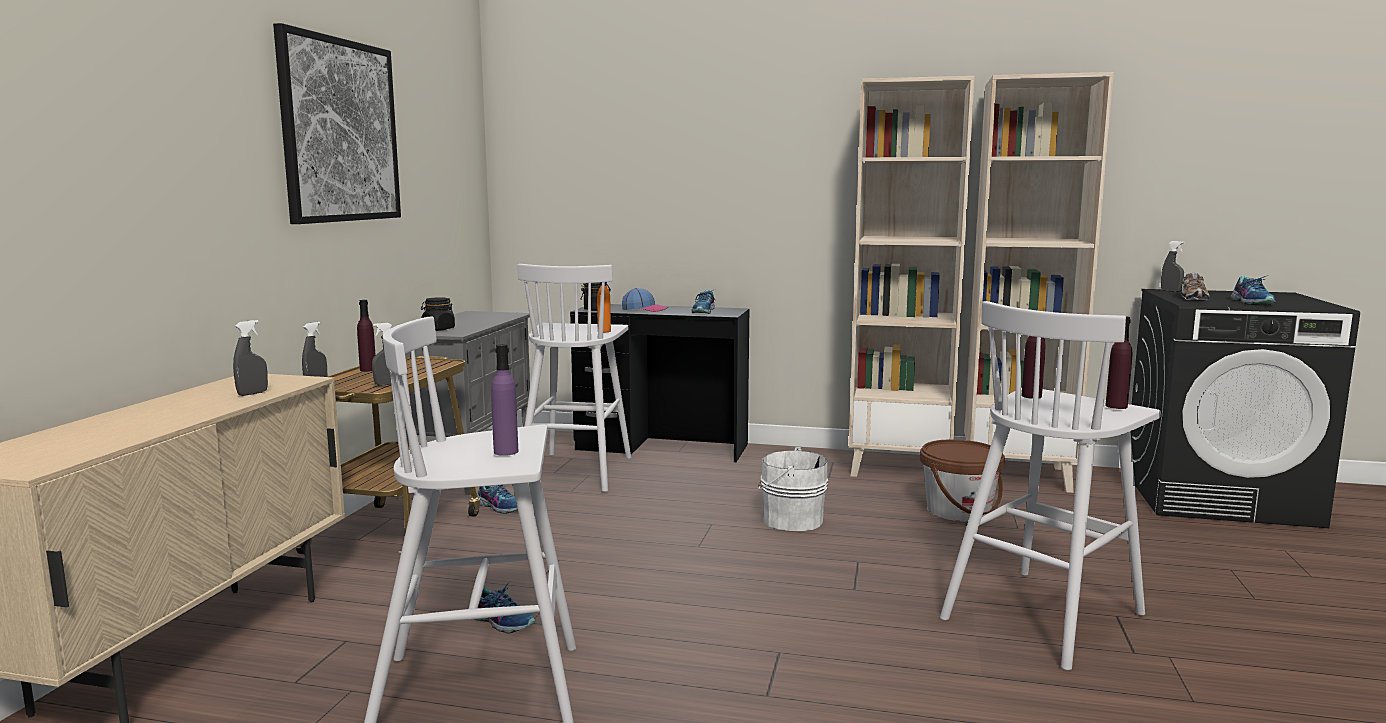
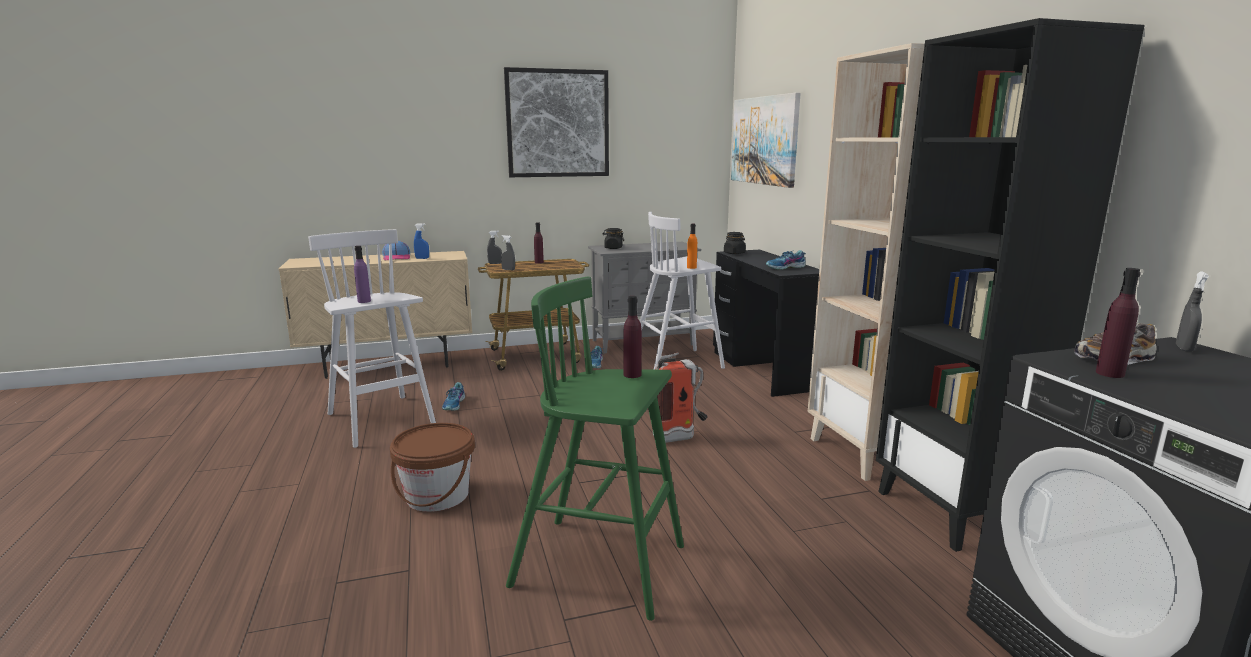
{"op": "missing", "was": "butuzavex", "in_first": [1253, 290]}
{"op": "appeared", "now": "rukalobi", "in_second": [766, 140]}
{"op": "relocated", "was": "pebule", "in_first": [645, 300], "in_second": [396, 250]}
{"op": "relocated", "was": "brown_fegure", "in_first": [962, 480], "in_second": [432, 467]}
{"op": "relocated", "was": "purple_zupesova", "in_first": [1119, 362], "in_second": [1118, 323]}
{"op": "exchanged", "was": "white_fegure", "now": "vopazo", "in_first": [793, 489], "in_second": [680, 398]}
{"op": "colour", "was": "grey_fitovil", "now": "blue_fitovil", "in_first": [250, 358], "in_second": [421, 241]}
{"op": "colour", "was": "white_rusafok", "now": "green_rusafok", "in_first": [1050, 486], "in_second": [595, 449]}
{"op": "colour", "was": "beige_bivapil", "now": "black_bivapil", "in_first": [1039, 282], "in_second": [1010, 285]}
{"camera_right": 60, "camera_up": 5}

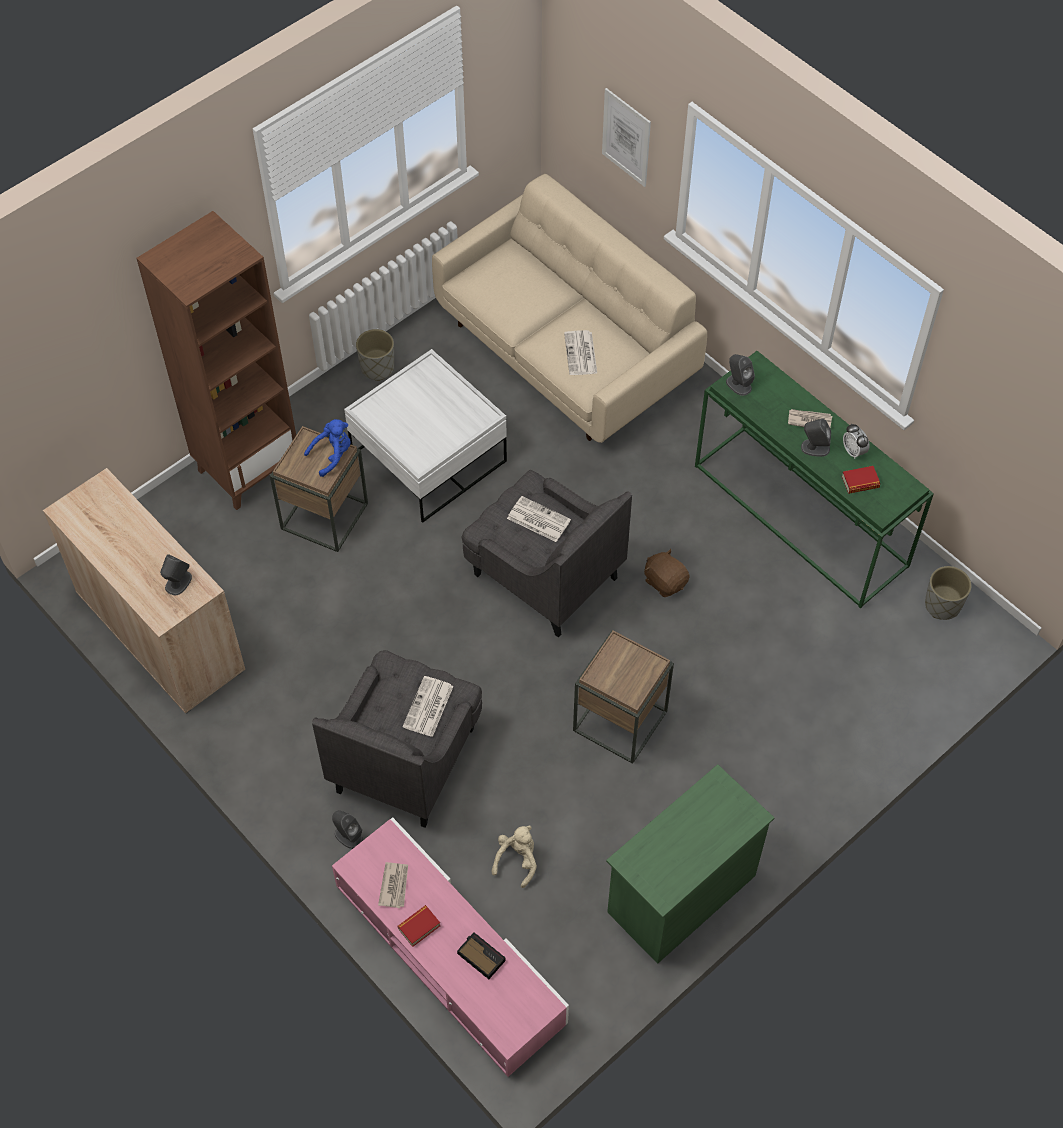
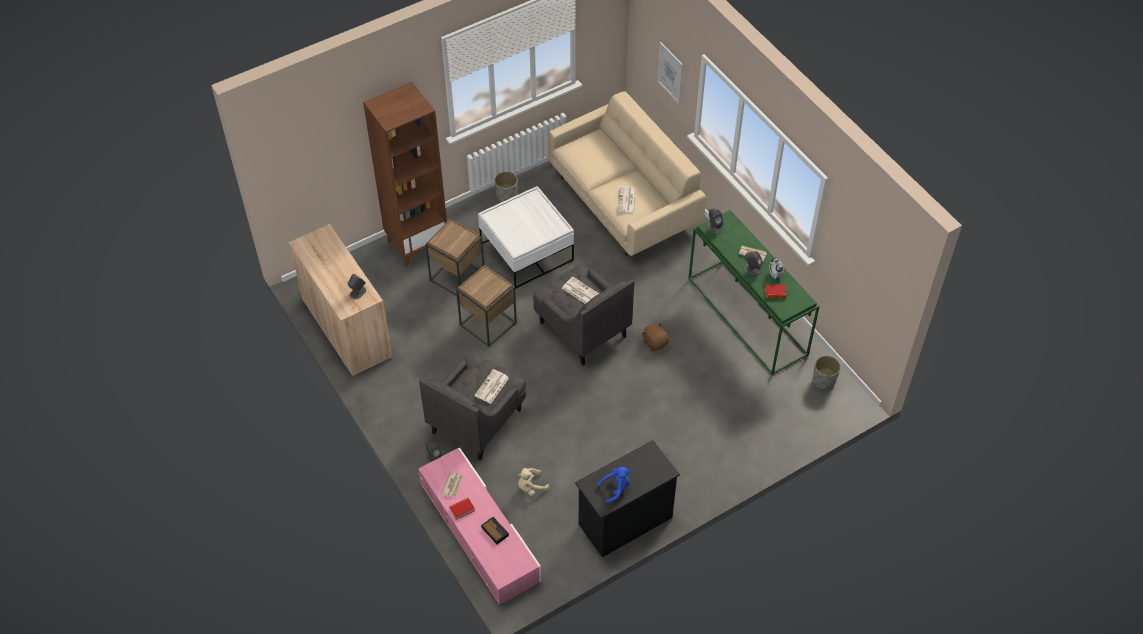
{"op": "relocated", "was": "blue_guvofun", "in_first": [327, 448], "in_second": [614, 485]}
{"op": "relocated", "was": "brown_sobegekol", "in_first": [623, 697], "in_second": [486, 306]}
{"op": "colour", "was": "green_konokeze", "now": "black_konokeze", "in_first": [690, 864], "in_second": [627, 498]}
{"op": "spun", "was": "beige_guvofun", "in_first": [514, 856], "in_second": [533, 482], "clockwise": -150}
{"camera_right": 10, "camera_up": -5}

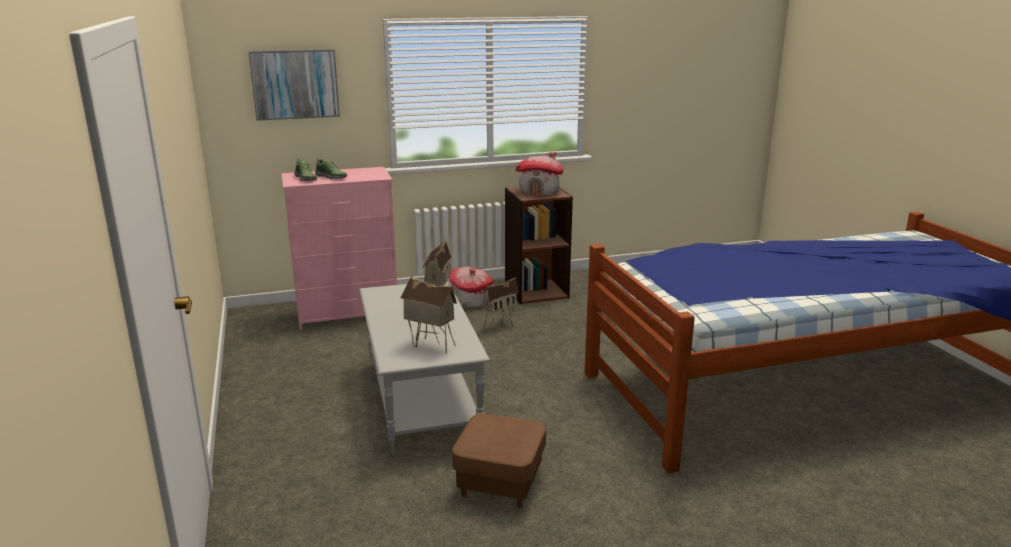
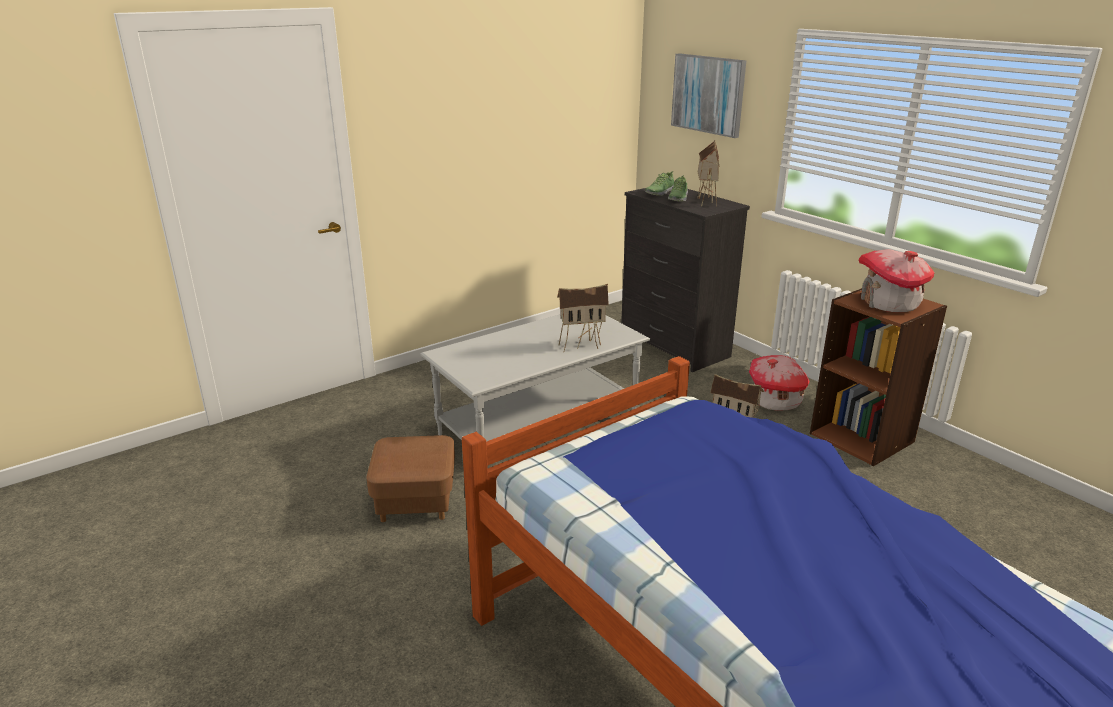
{"op": "relocated", "was": "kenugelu", "in_first": [428, 315], "in_second": [708, 173]}
{"op": "colour", "was": "pink_konokeze", "now": "black_konokeze", "in_first": [339, 248], "in_second": [685, 280]}
{"camera_right": 70, "camera_up": 5}

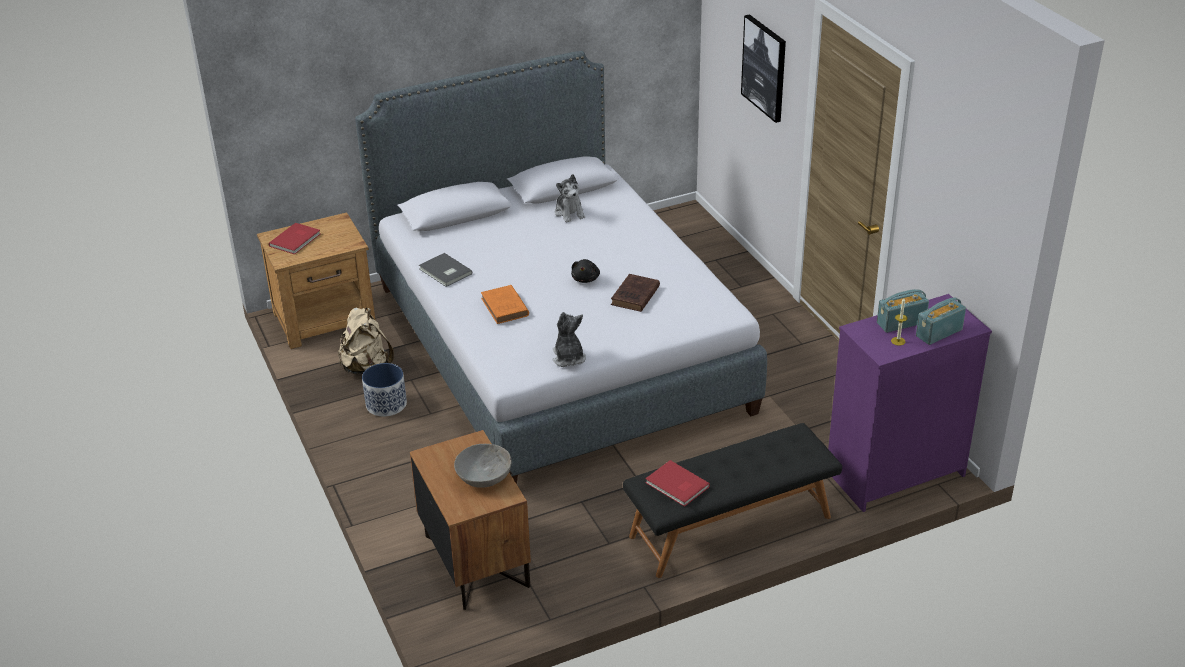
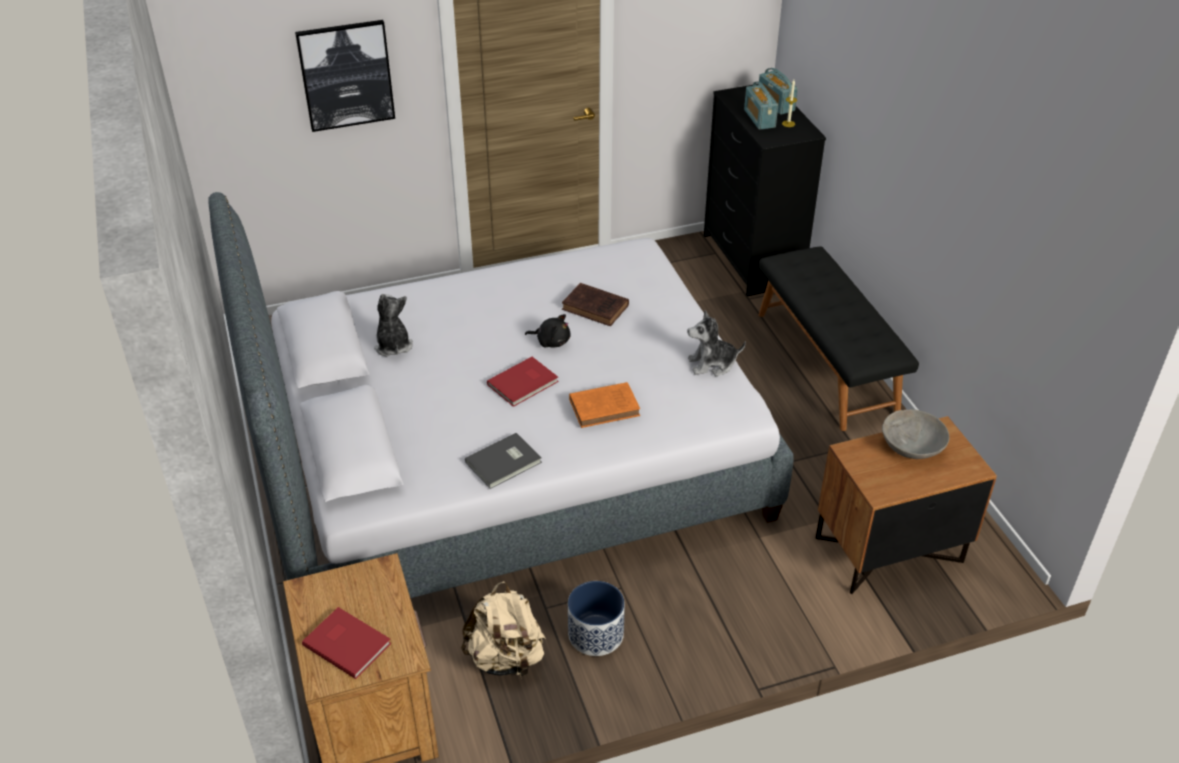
{"op": "relocated", "was": "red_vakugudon", "in_first": [677, 483], "in_second": [523, 382]}
{"op": "colour", "was": "purple_konokeze", "now": "black_konokeze", "in_first": [910, 403], "in_second": [765, 190]}
{"op": "spun", "was": "guvofun", "in_first": [570, 198], "in_second": [393, 325], "clockwise": -90}
{"camera_right": -85, "camera_up": 5}

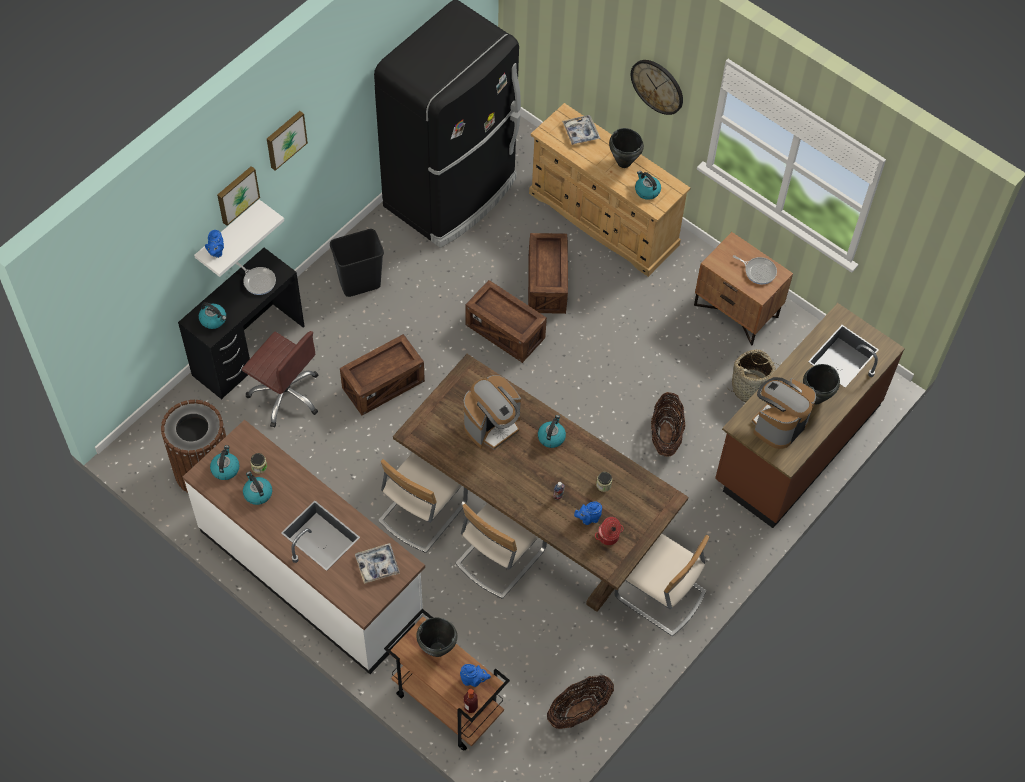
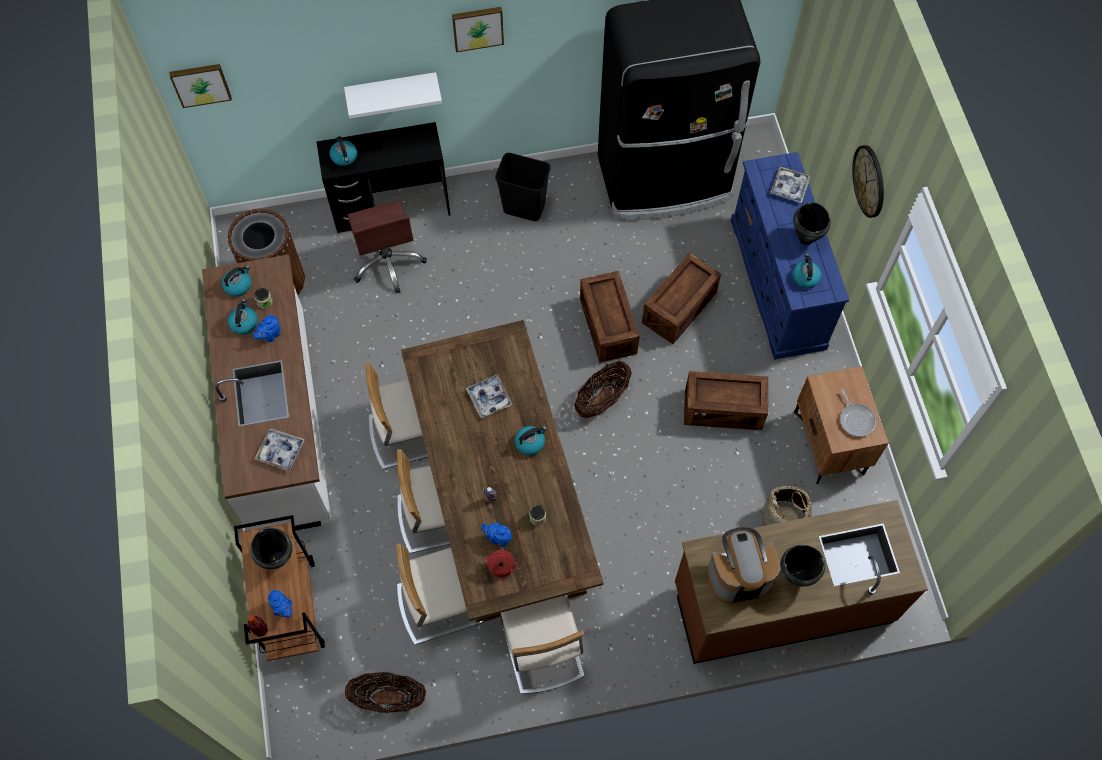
{"op": "missing", "was": "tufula", "in_first": [255, 278]}
{"op": "appeared", "now": "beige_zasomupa", "in_second": [441, 594]}
{"op": "relocated", "was": "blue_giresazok", "in_first": [214, 244], "in_second": [266, 328]}
{"op": "relocated", "was": "rukalobi", "in_first": [238, 196], "in_second": [200, 86]}
{"op": "relocated", "was": "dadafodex", "in_first": [382, 374], "in_second": [726, 400]}
{"op": "relocated", "was": "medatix", "in_first": [668, 424], "in_second": [603, 389]}
{"op": "exchanged", "was": "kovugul", "now": "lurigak", "in_first": [492, 412], "in_second": [489, 396]}
{"op": "colour", "was": "beige_konokeze", "now": "blue_konokeze", "in_first": [609, 190], "in_second": [790, 256]}
{"camera_right": 40, "camera_up": 5}

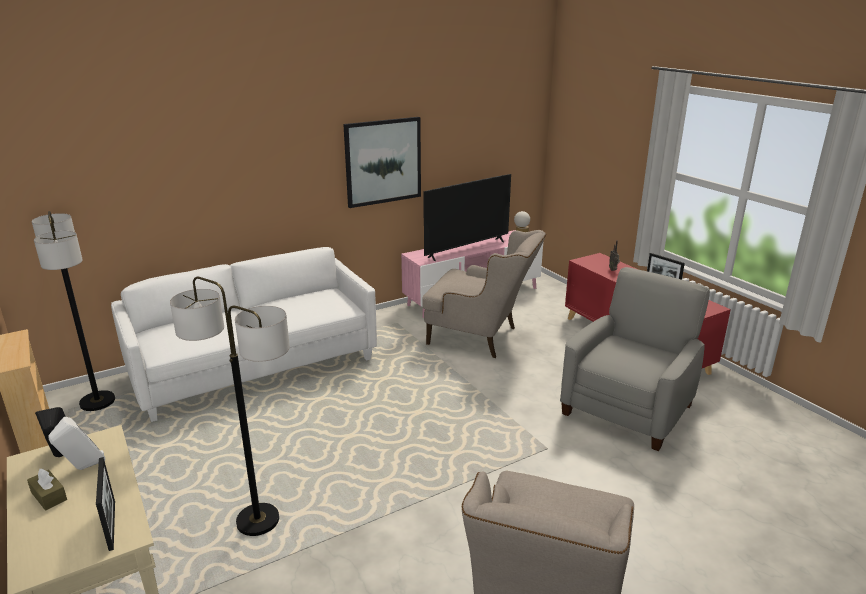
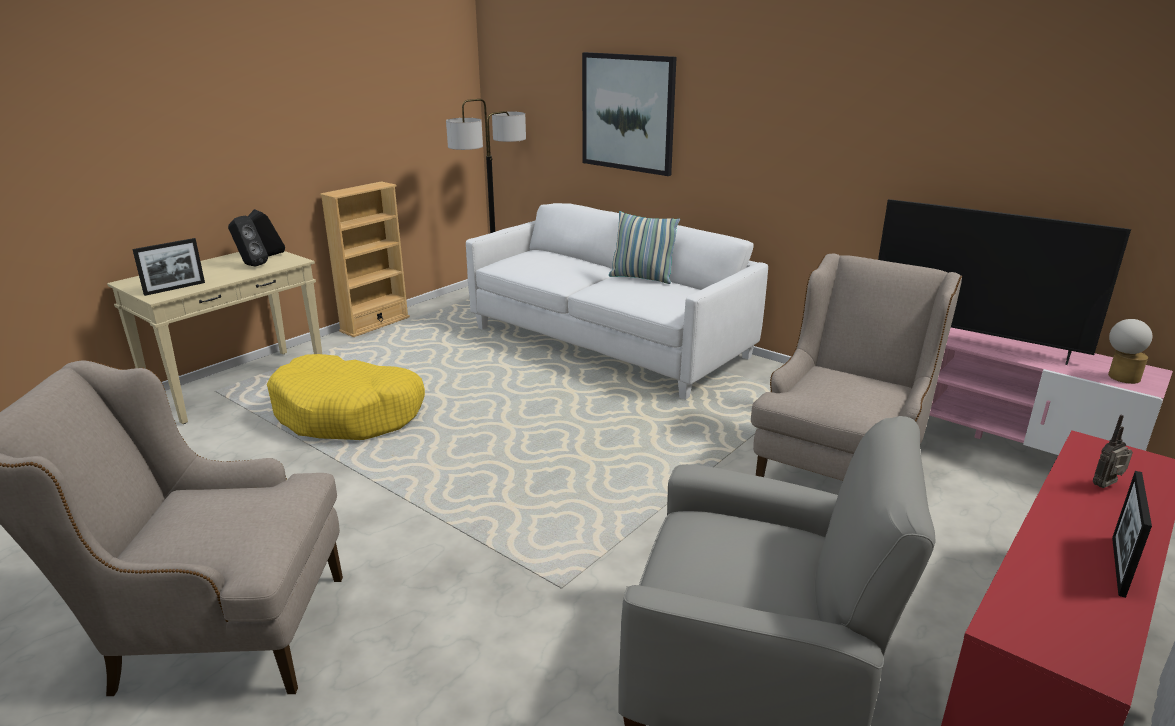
{"op": "missing", "was": "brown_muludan", "in_first": [47, 490]}
{"op": "appeared", "now": "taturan", "in_second": [644, 247]}
{"op": "relocated", "was": "rukalobi", "in_first": [382, 162], "in_second": [629, 114]}
{"op": "exchanged", "was": "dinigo", "now": "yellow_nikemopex", "in_first": [230, 406], "in_second": [346, 397]}
{"op": "colour", "was": "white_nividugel", "now": "black_nividugel", "in_first": [76, 443], "in_second": [248, 241]}
{"op": "spun", "was": "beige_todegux", "in_first": [484, 294], "in_second": [856, 367], "clockwise": -150}
{"camera_right": 70, "camera_up": 0}

